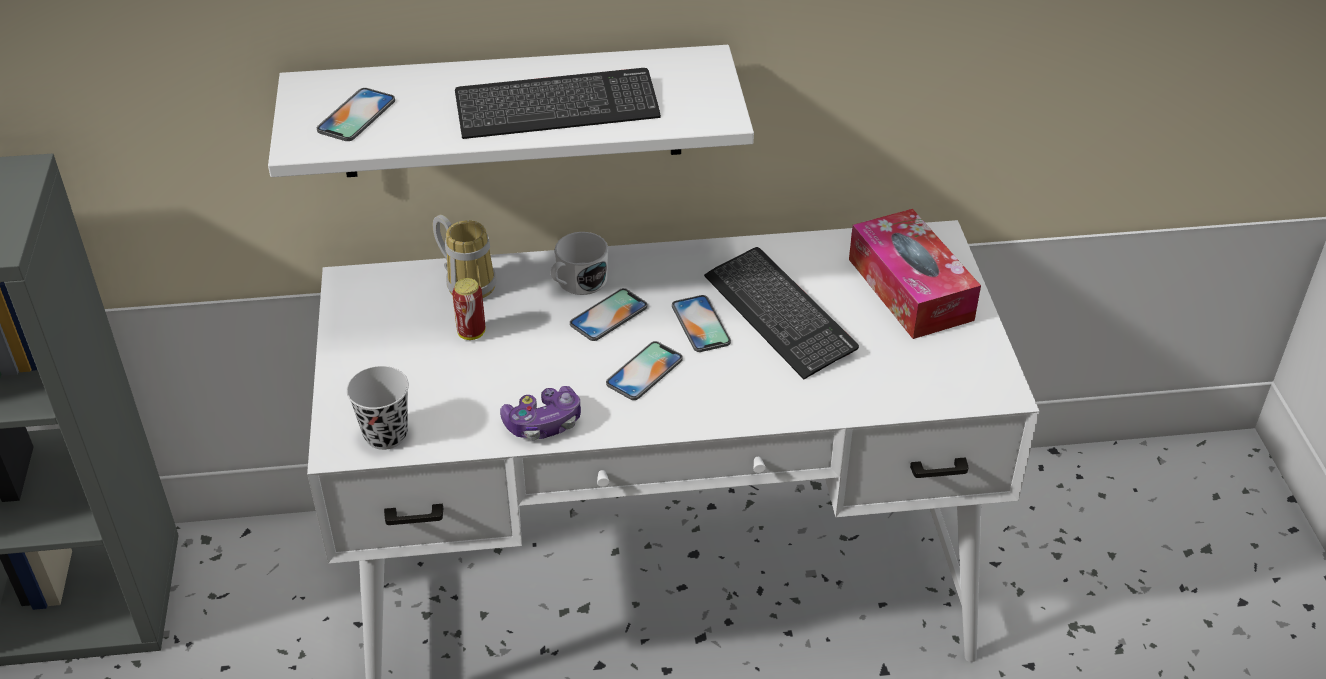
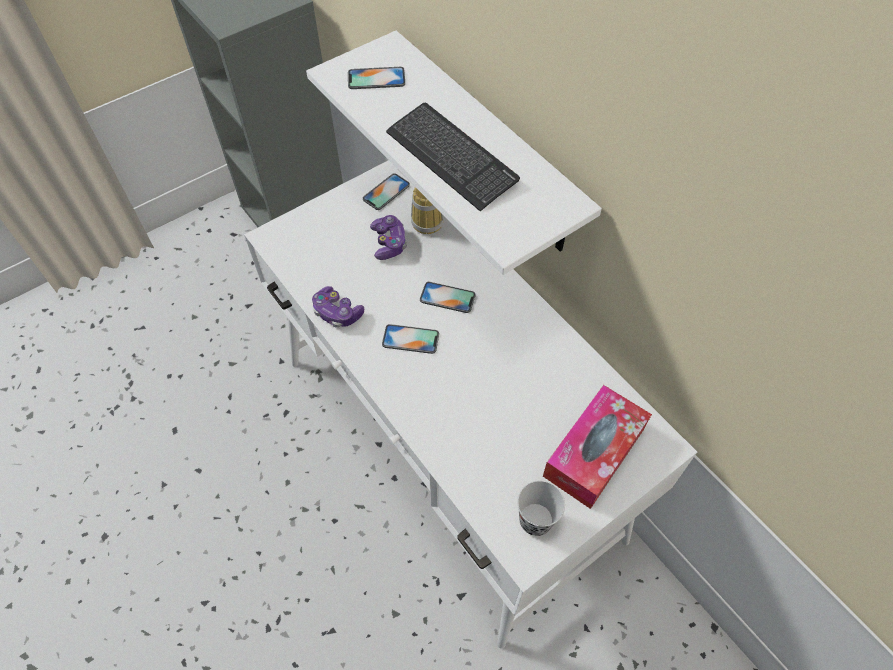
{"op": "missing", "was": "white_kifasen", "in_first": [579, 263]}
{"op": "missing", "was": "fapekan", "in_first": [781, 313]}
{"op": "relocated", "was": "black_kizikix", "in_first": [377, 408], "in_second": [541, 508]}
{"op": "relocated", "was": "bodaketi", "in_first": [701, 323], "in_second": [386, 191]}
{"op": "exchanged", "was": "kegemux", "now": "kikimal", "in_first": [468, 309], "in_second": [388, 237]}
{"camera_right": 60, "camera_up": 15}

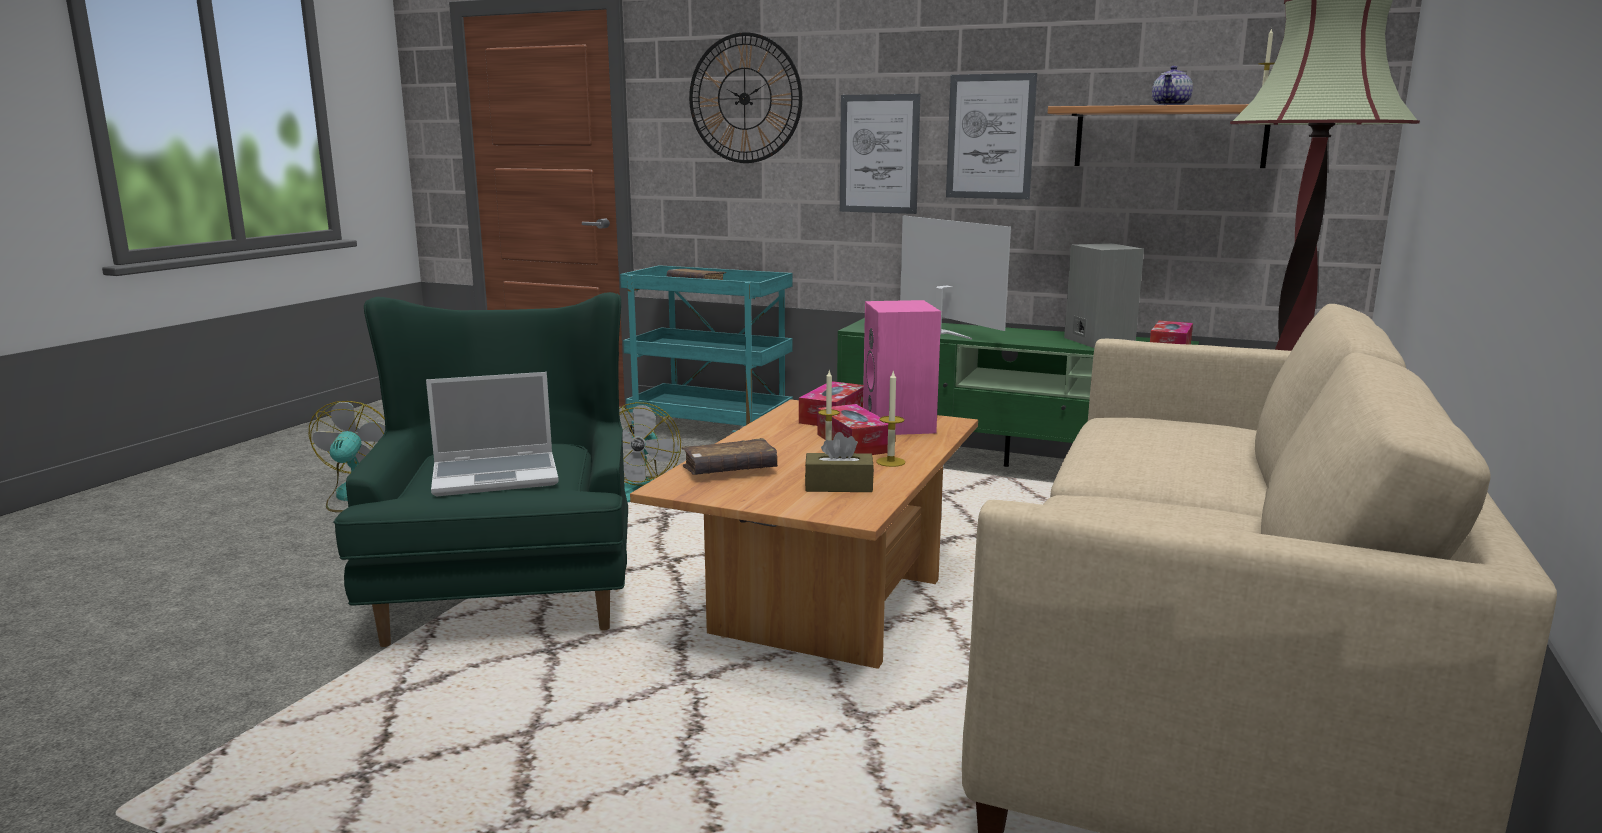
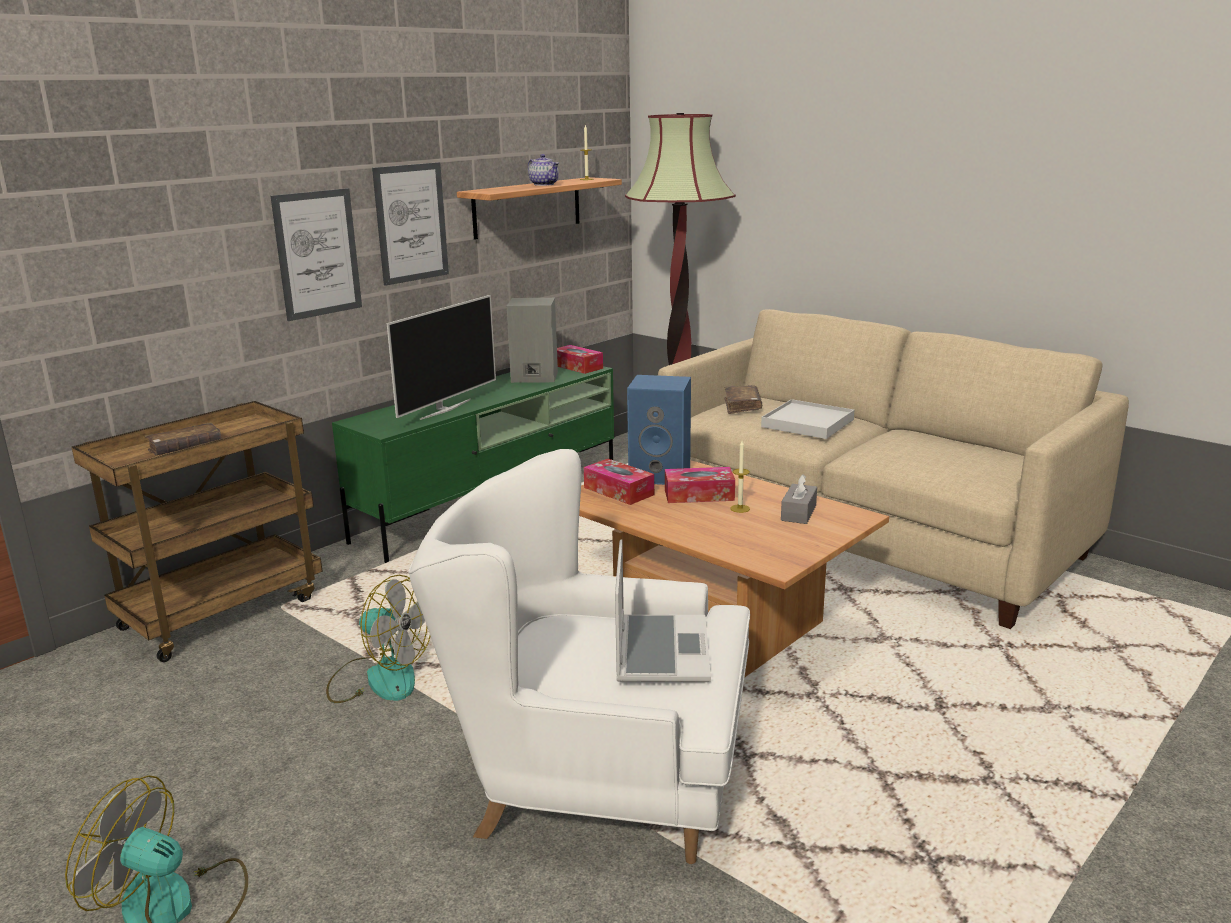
{"op": "missing", "was": "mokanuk", "in_first": [745, 97]}
{"op": "missing", "was": "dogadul", "in_first": [890, 419]}
{"op": "appeared", "now": "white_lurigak", "in_second": [807, 419]}
{"op": "relocated", "was": "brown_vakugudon", "in_first": [729, 456], "in_second": [743, 399]}
{"op": "colour", "was": "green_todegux", "now": "white_todegux", "in_first": [481, 469], "in_second": [579, 656]}
{"op": "colour", "was": "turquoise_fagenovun", "now": "brown_fagenovun", "in_first": [706, 349], "in_second": [197, 531]}
{"op": "colour", "was": "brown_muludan", "now": "grey_muludan", "in_first": [839, 462], "in_second": [799, 499]}
{"op": "colour", "was": "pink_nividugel", "now": "blue_nividugel", "in_first": [902, 367], "in_second": [659, 430]}
{"op": "spun", "was": "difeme", "in_first": [955, 277], "in_second": [441, 357], "clockwise": 135}
{"camera_right": -70, "camera_up": 5}

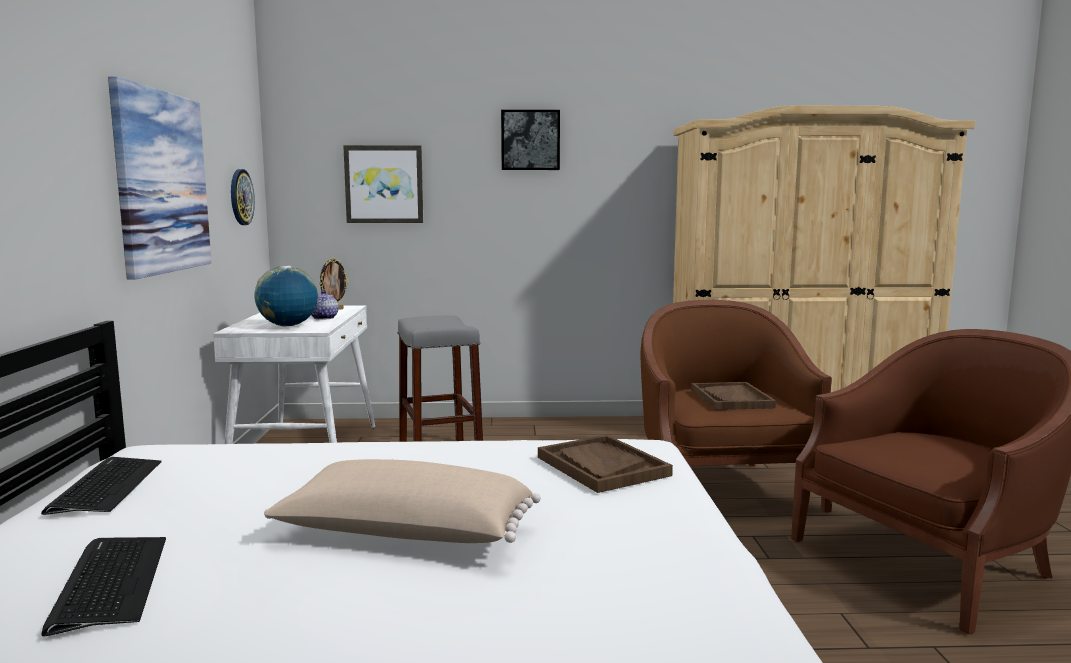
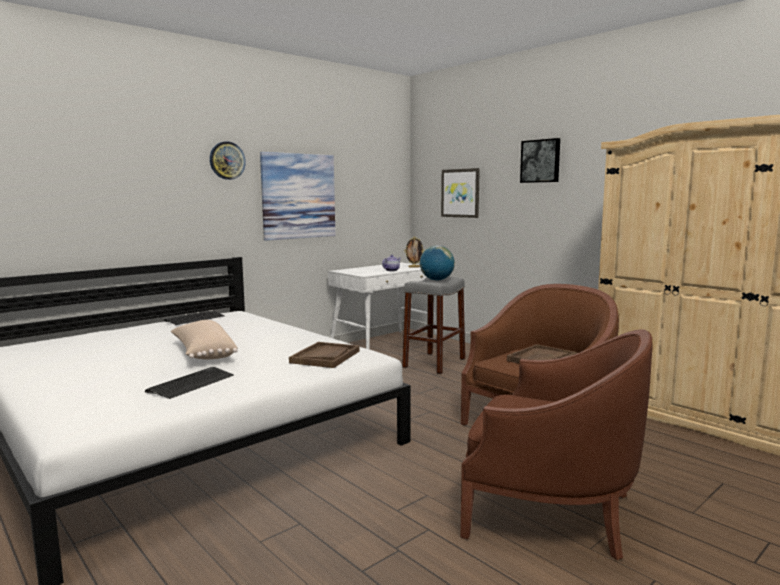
{"op": "relocated", "was": "fapekan", "in_first": [104, 586], "in_second": [189, 383]}
{"op": "relocated", "was": "mokanuk", "in_first": [243, 197], "in_second": [228, 160]}
{"op": "relocated", "was": "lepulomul", "in_first": [286, 296], "in_second": [437, 262]}
{"camera_right": 50, "camera_up": 0}

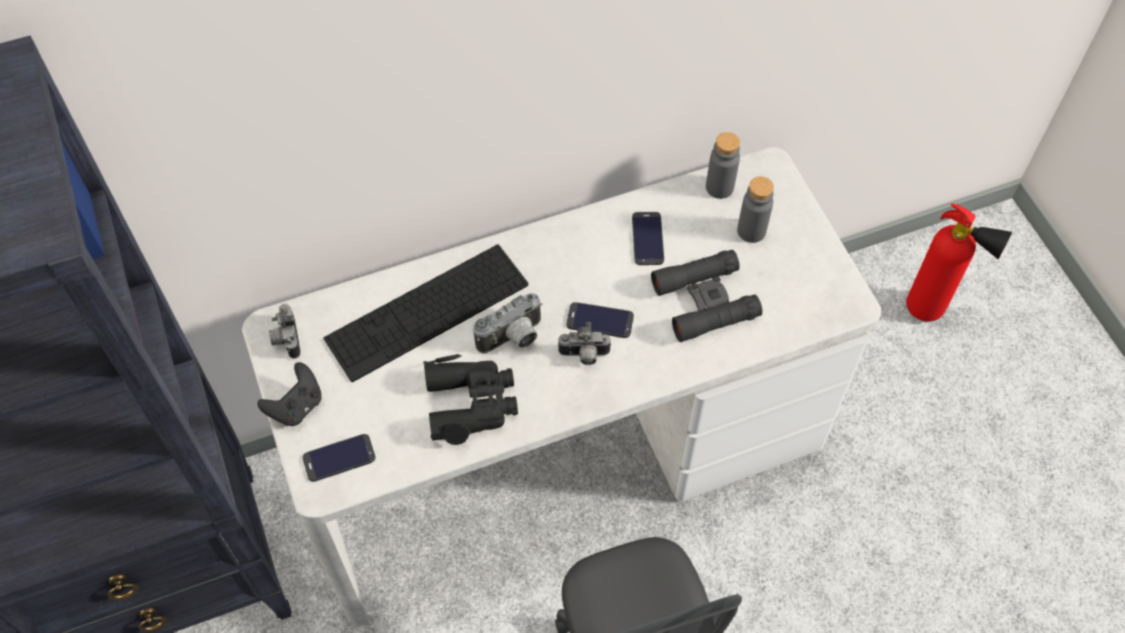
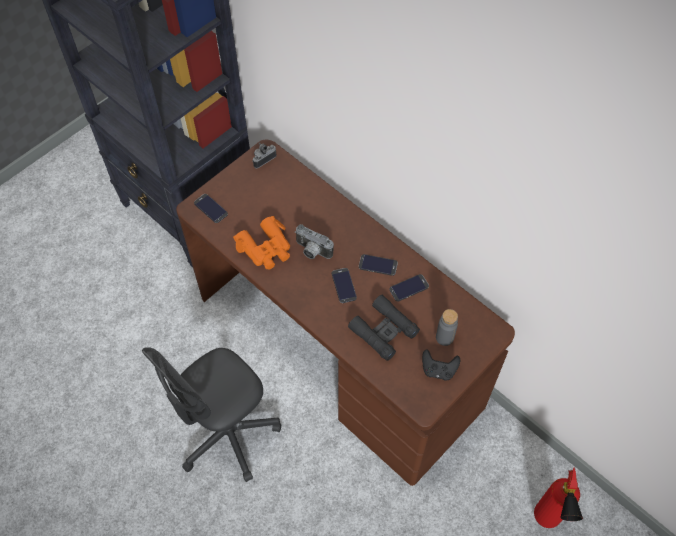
{"op": "missing", "was": "fapekan", "in_first": [426, 313]}
{"op": "missing", "was": "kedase", "in_first": [584, 343]}
{"op": "missing", "was": "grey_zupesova", "in_first": [723, 165]}
{"op": "appeared", "now": "bodaketi", "in_second": [378, 265]}
{"op": "relocated", "was": "black_kikimal", "in_first": [289, 394], "in_second": [441, 364]}
{"op": "colour", "was": "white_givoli", "now": "brown_givoli", "in_first": [561, 386], "in_second": [345, 312]}
{"op": "colour", "was": "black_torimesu", "now": "orange_torimesu", "in_first": [470, 399], "in_second": [261, 243]}
{"camera_right": 65, "camera_up": 0}

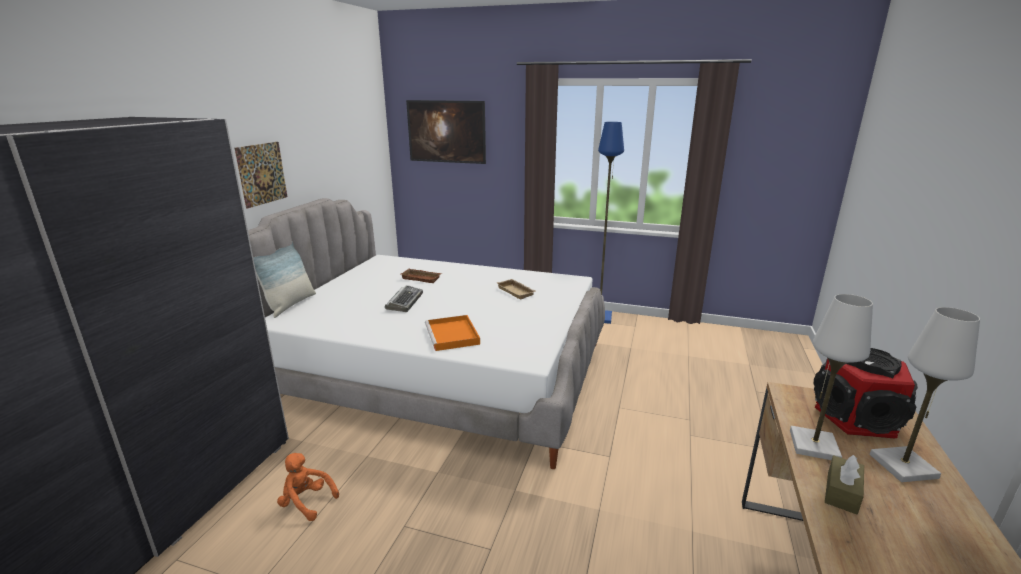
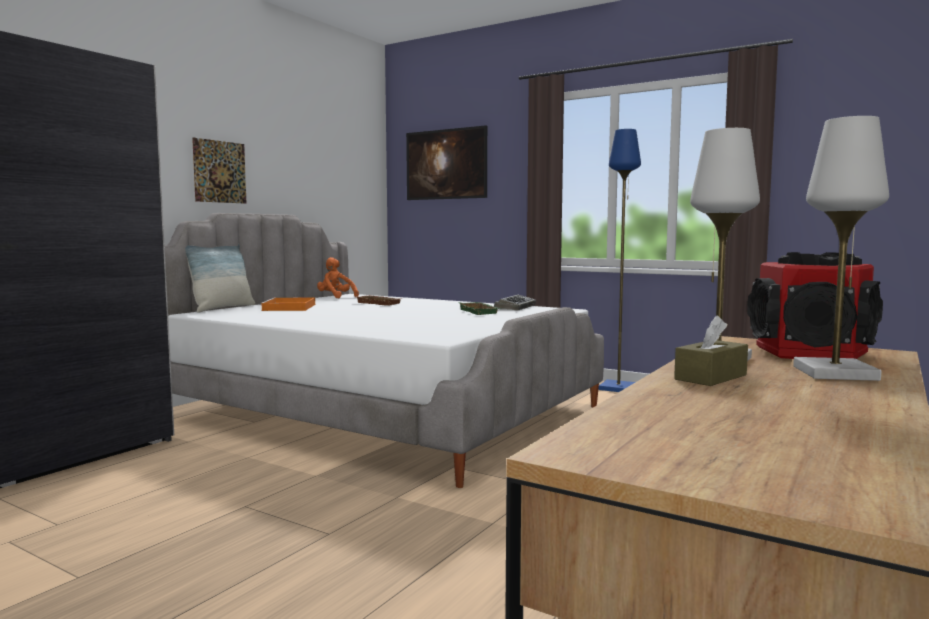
{"op": "relocated", "was": "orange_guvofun", "in_first": [308, 487], "in_second": [338, 277]}
{"op": "relocated", "was": "fapekan", "in_first": [404, 298], "in_second": [515, 303]}
{"op": "relocated", "was": "orange_lurigak", "in_first": [452, 333], "in_second": [287, 304]}
{"op": "colour", "was": "beige_lurigak", "now": "green_lurigak", "in_first": [517, 289], "in_second": [479, 308]}
{"camera_right": 15, "camera_up": -15}

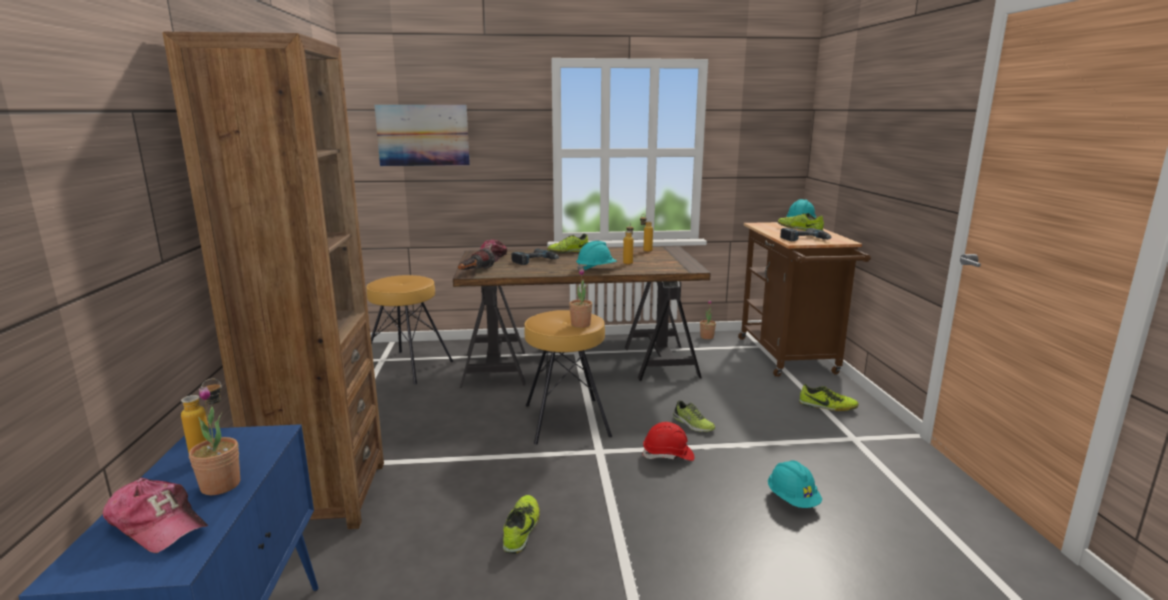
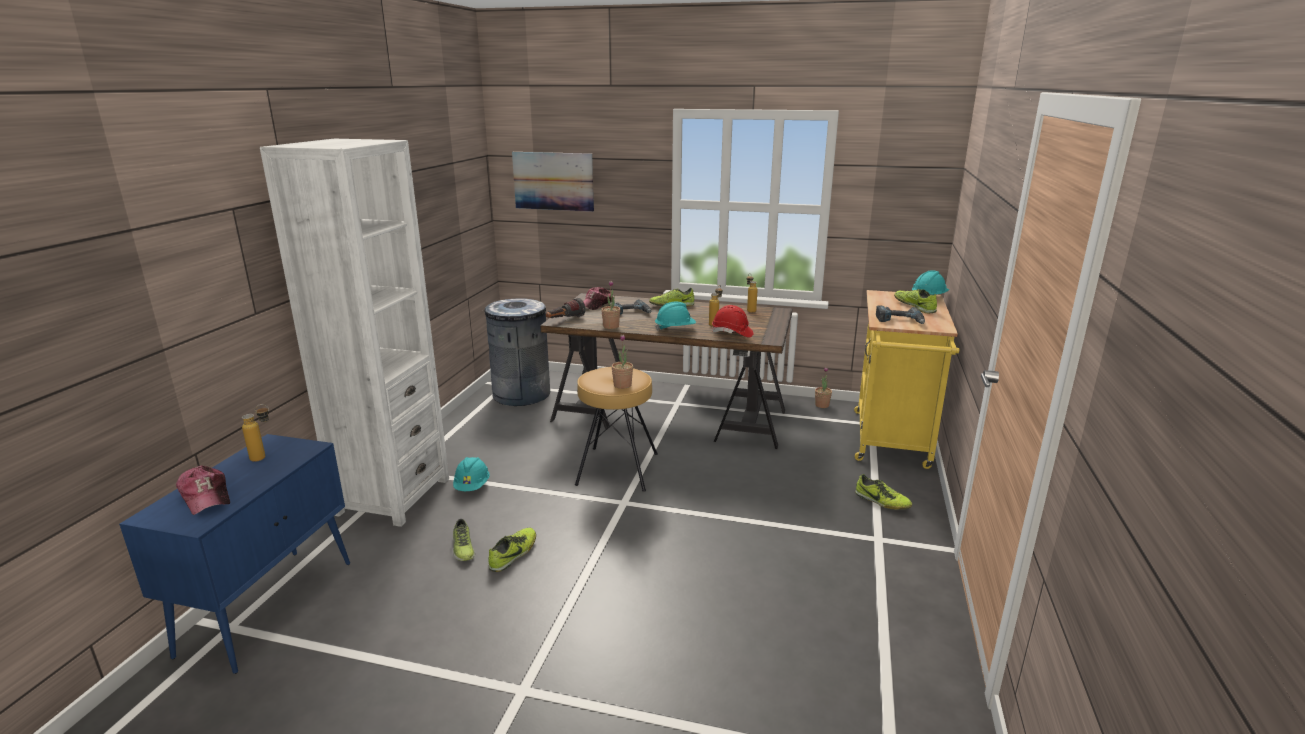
{"op": "relocated", "was": "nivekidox", "in_first": [214, 441], "in_second": [610, 305]}
{"op": "relocated", "was": "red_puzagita", "in_first": [668, 441], "in_second": [733, 321]}
{"op": "relocated", "was": "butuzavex", "in_first": [694, 416], "in_second": [464, 540]}
{"op": "relocated", "was": "turquoise_puzagita", "in_first": [795, 484], "in_second": [471, 474]}
{"op": "exchanged", "was": "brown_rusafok", "now": "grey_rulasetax", "in_first": [409, 329], "in_second": [517, 352]}
{"op": "colour", "was": "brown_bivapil", "now": "white_bivapil", "in_first": [273, 280], "in_second": [354, 333]}
{"op": "colour", "was": "brown_fagenovun", "now": "yellow_fagenovun", "in_first": [804, 299], "in_second": [906, 379]}
{"camera_right": 20, "camera_up": 5}

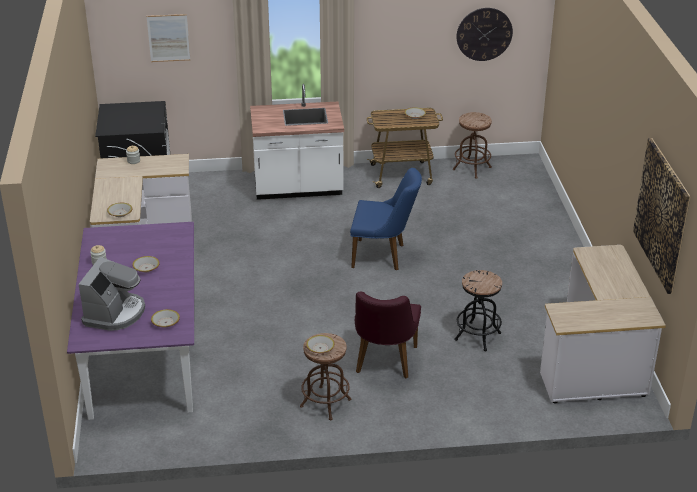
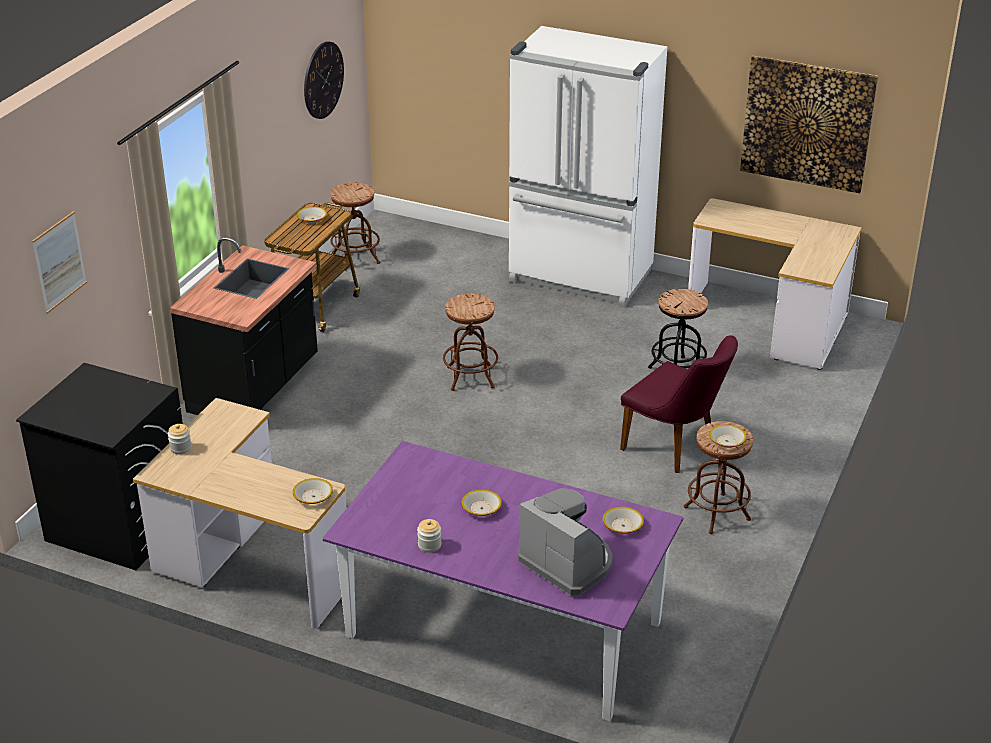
{"op": "appeared", "now": "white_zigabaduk", "in_second": [588, 167]}
{"op": "exchanged", "was": "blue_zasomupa", "now": "brown_rusafok", "in_first": [386, 219], "in_second": [470, 342]}
{"op": "colour", "was": "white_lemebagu", "now": "black_lemebagu", "in_first": [297, 142], "in_second": [244, 326]}
{"camera_right": -60, "camera_up": 0}

